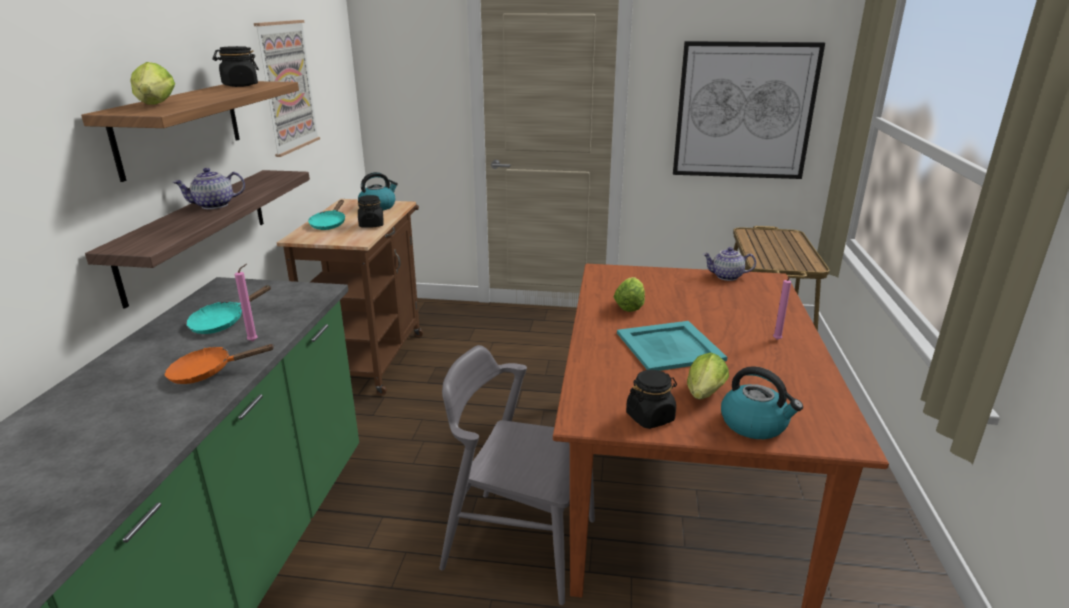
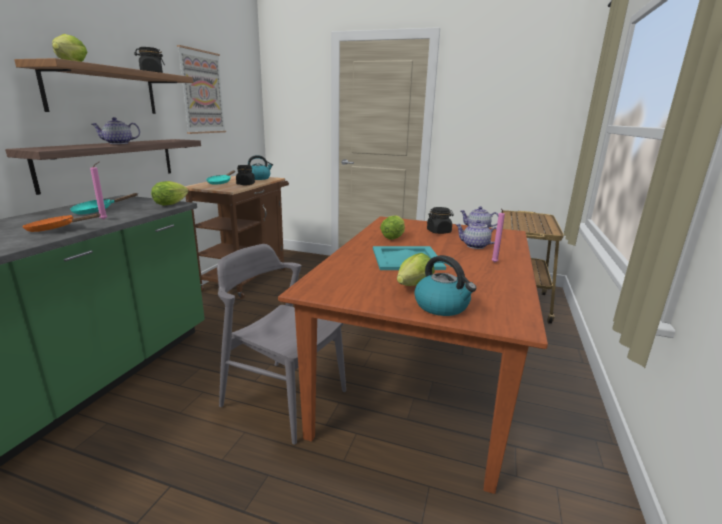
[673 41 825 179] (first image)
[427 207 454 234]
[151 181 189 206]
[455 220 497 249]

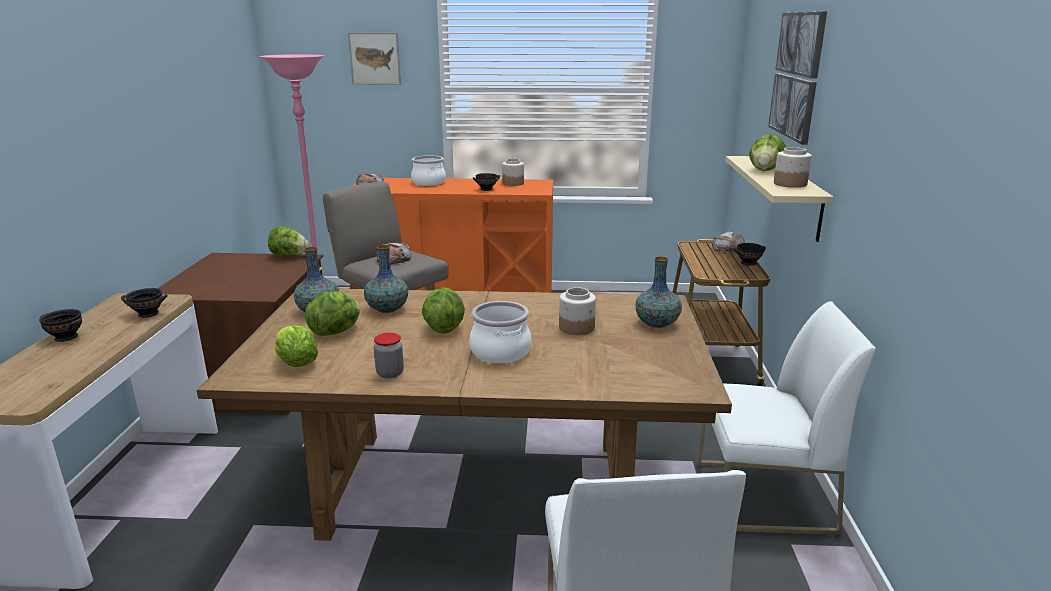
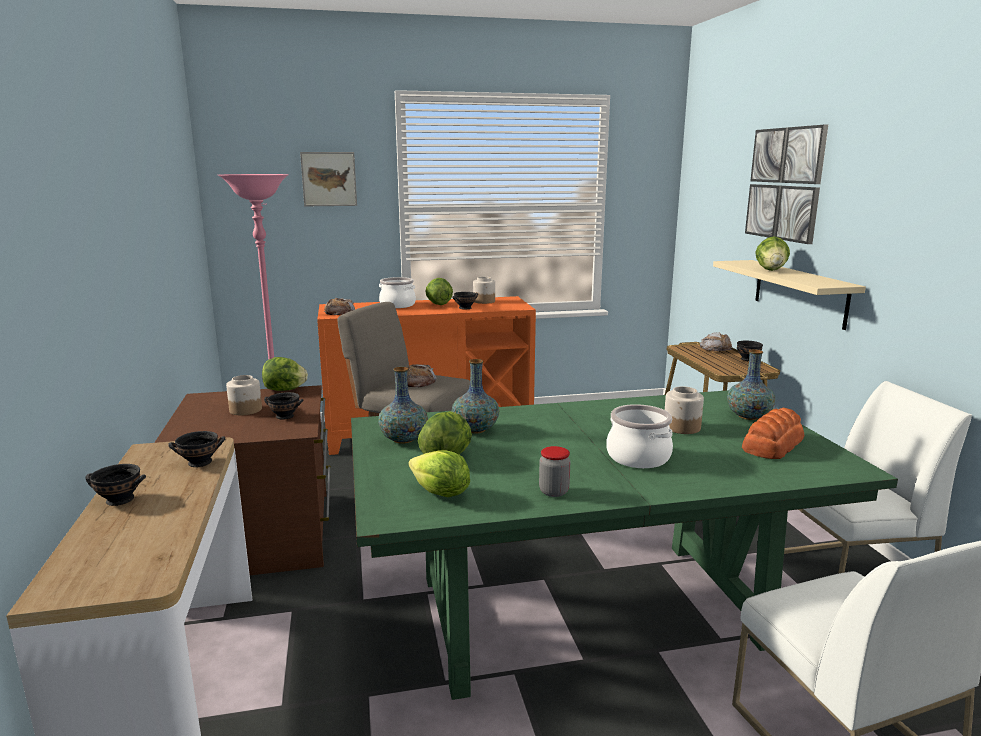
[226 375 262 415]
[425 278 453 305]
[351 390 898 700]
[264 392 304 420]
[742 408 805 459]

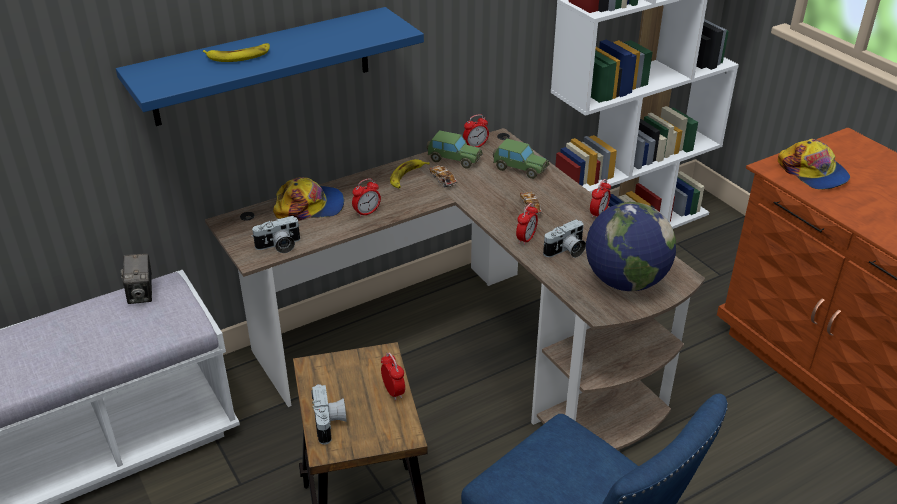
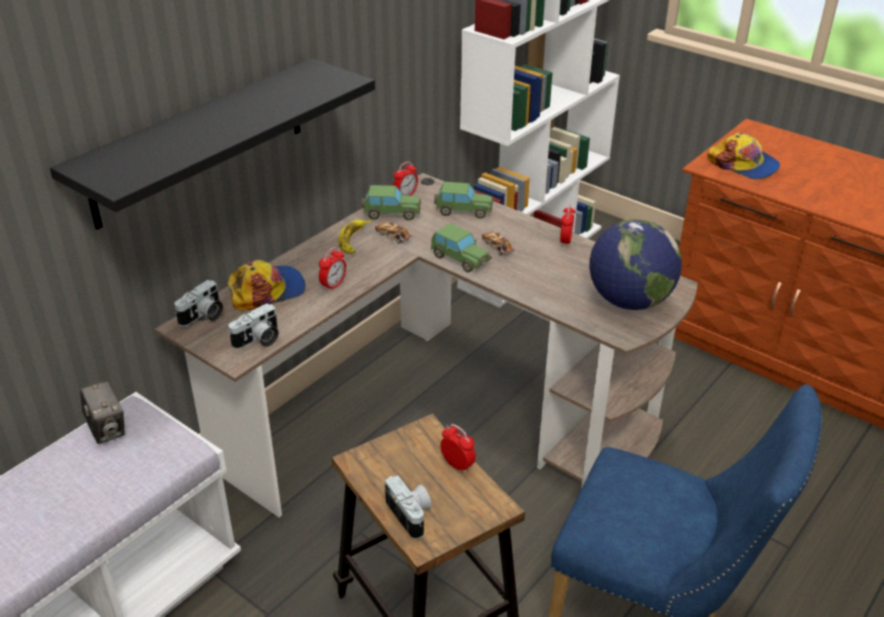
[50 58 375 230]
[203 43 270 62] (first image)
[516 203 538 245] (first image)
[174 280 223 327]
[431 223 492 273]

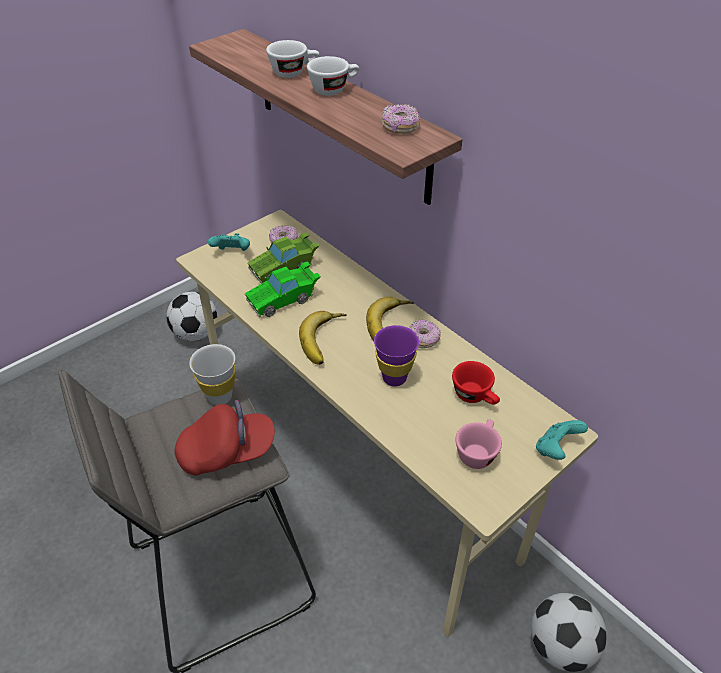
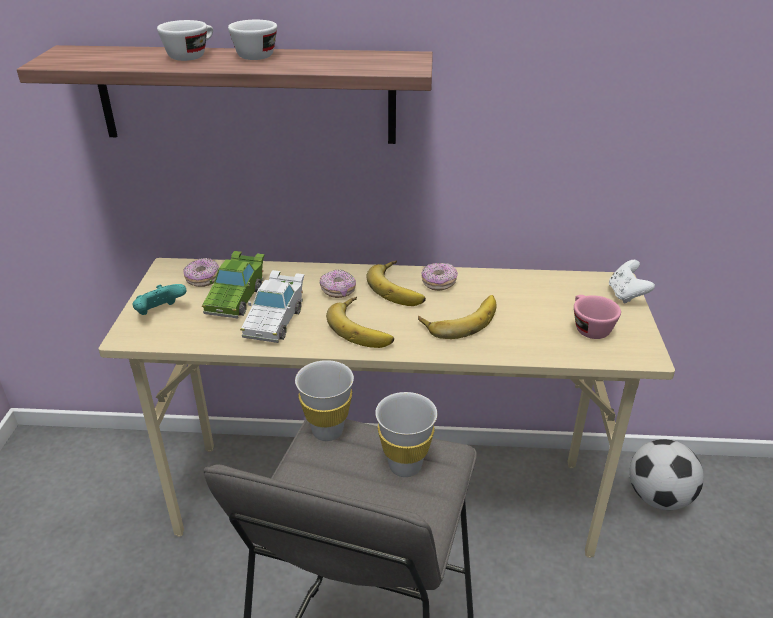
[320 270 356 298]
[240 270 305 343]
[166 292 217 341] (first image)
[418 295 497 339]
[452 361 500 405] (first image)
[375 392 437 477]
[609 260 655 304]

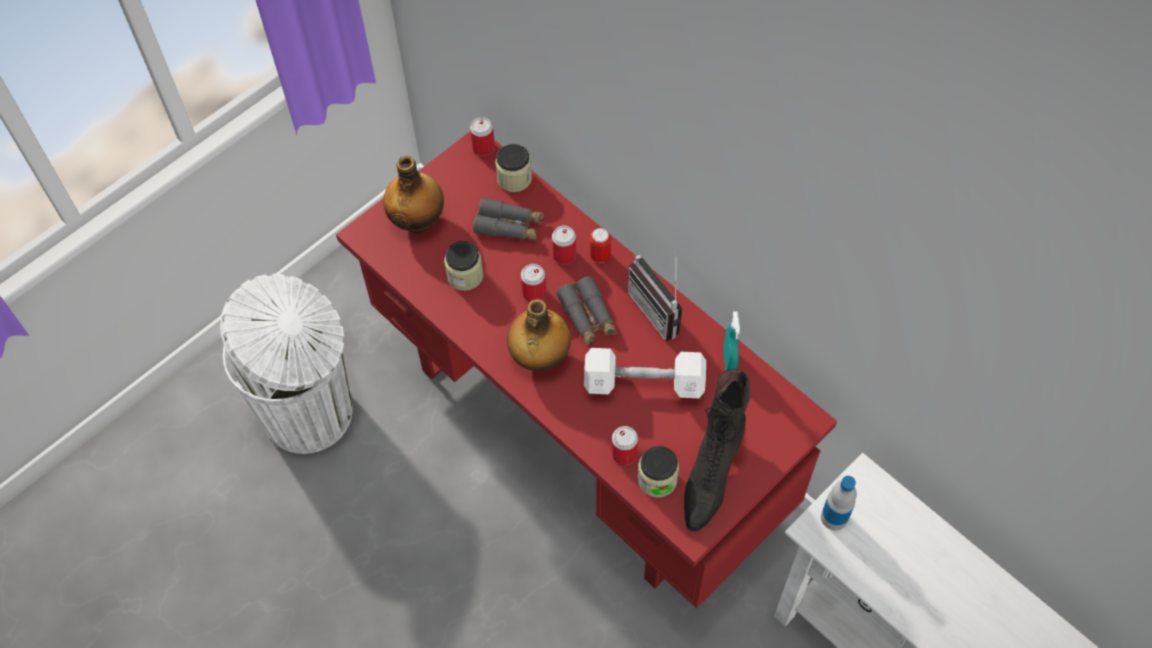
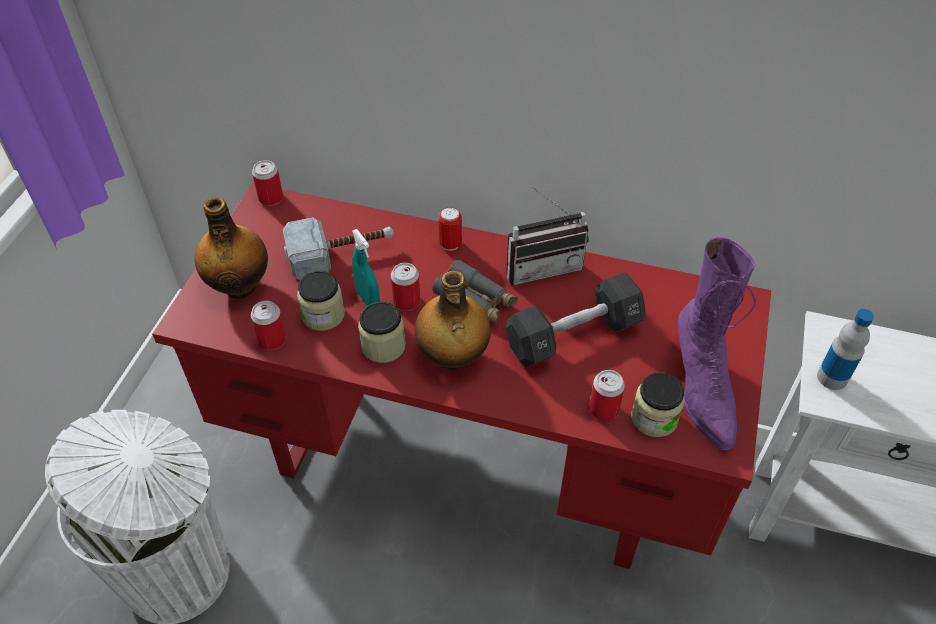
[358 302 405 363]
[283 218 394 280]
[251 301 287 350]
[506 186 589 285]
[352 229 380 306]
[506 272 645 367]
[678 237 756 450]

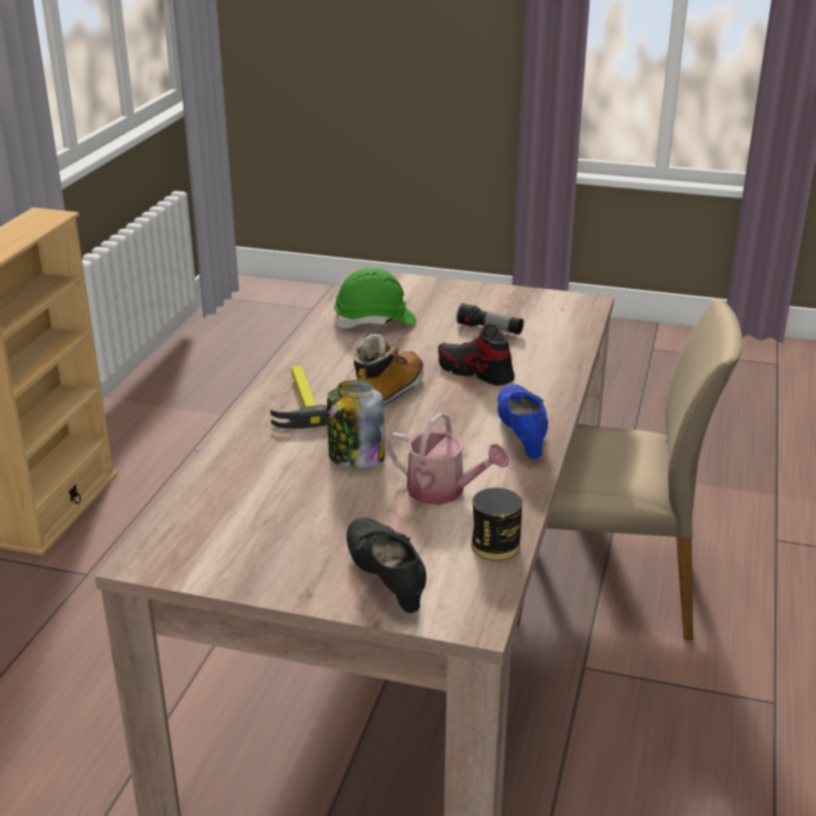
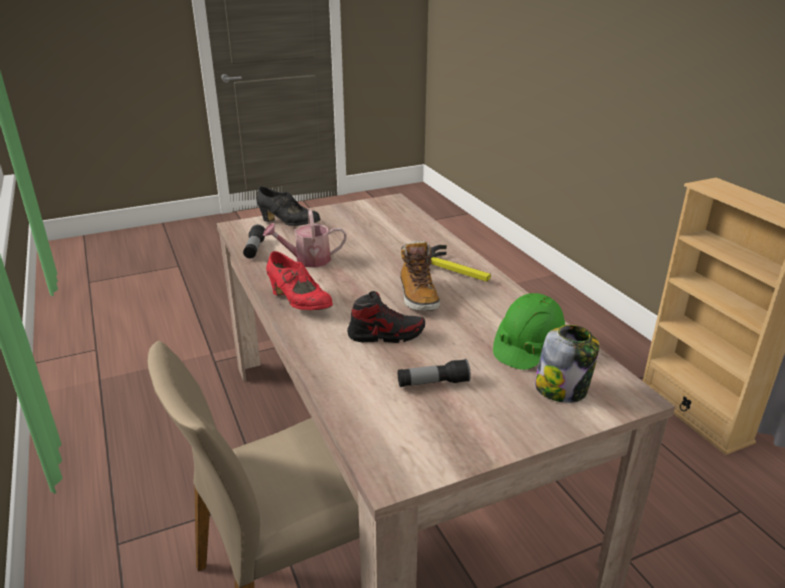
[535 325 600 403]
[266 251 333 310]
[243 225 265 258]

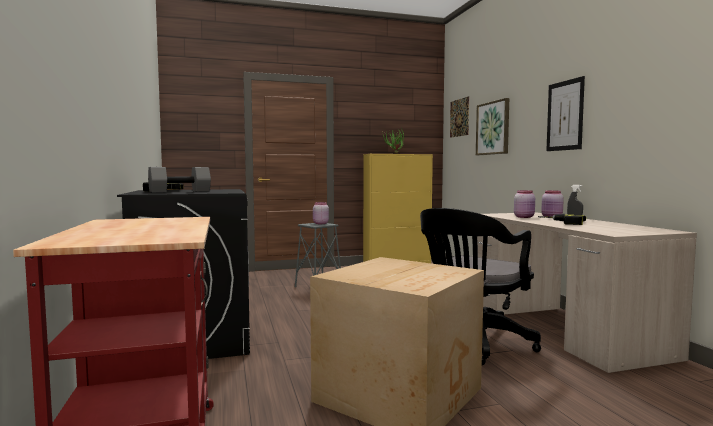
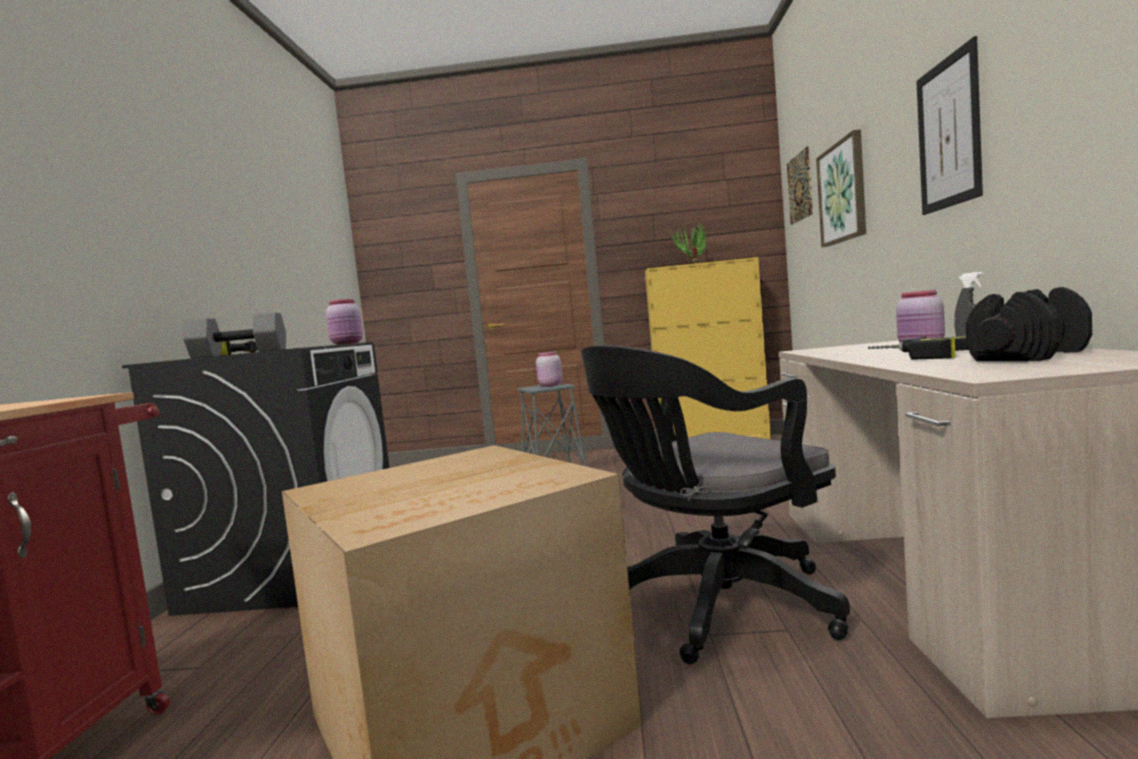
[326 299 363 345]
[966 287 1092 361]

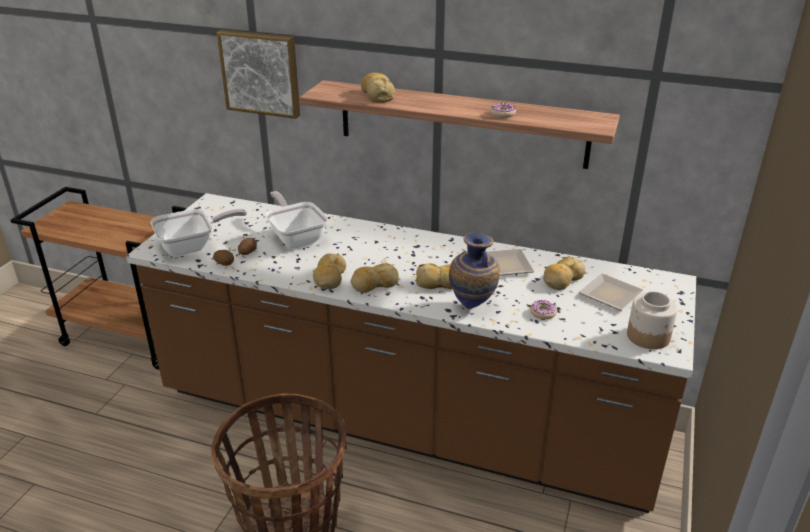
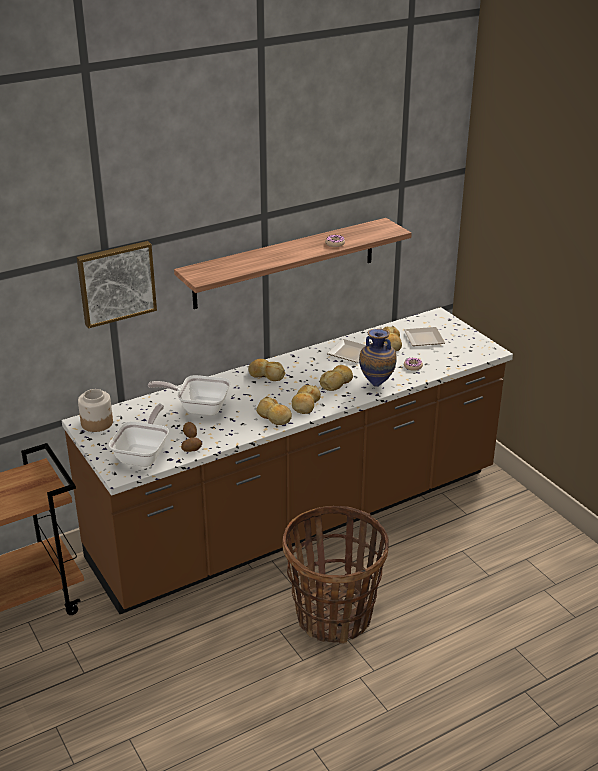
[248 359 285 381]
[78 389 113 432]

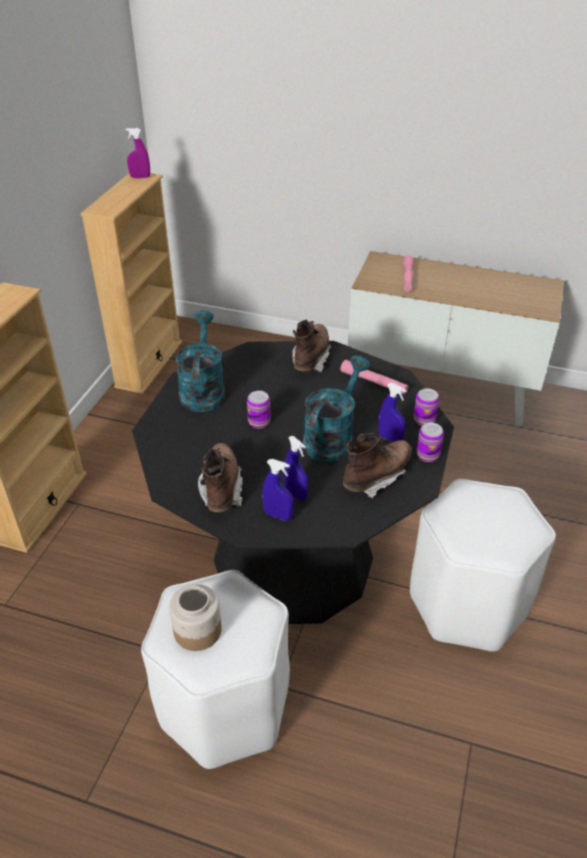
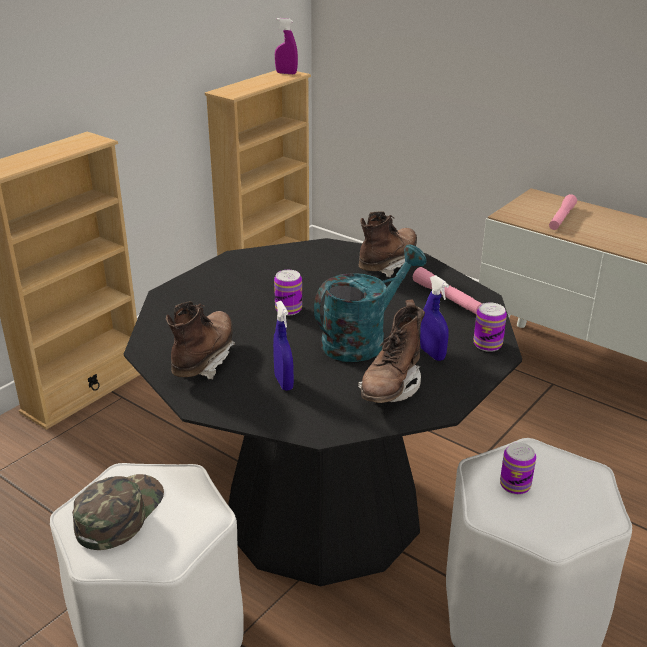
[176 310 225 412] (first image)
[500 442 536 495]
[358 300 425 403]
[262 459 294 521] (first image)
[72 474 164 550]

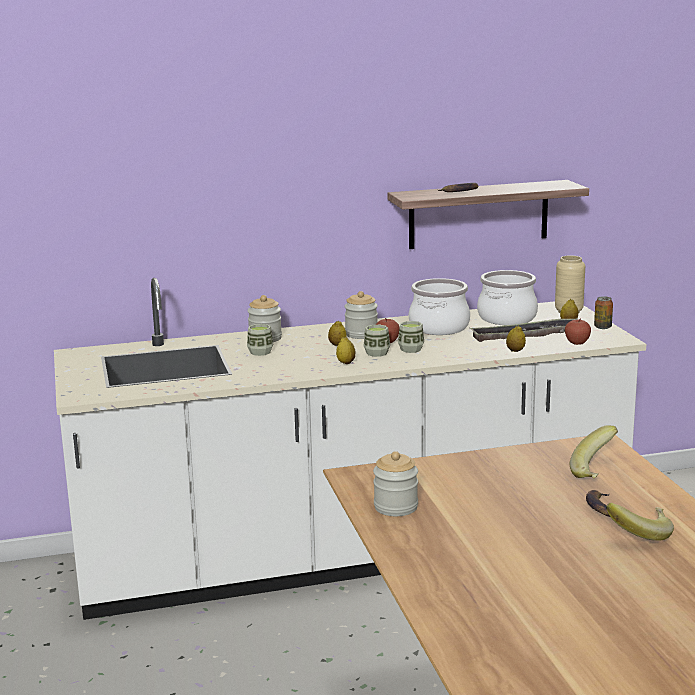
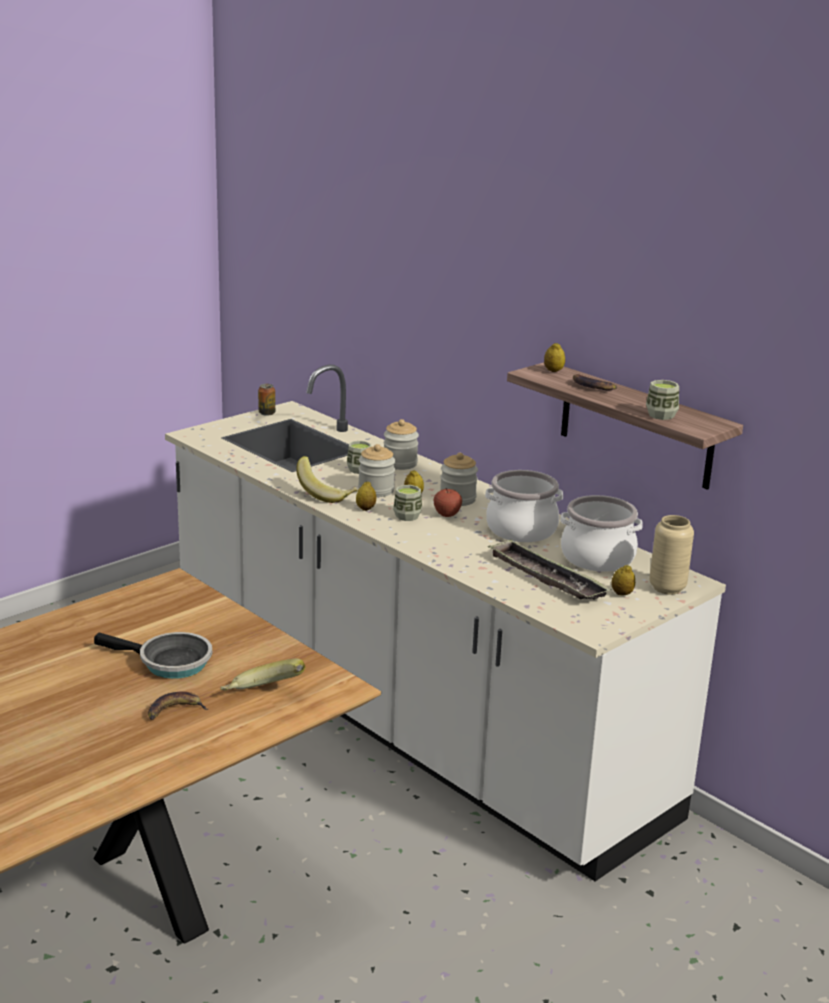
[258 384 275 416]
[565 318 591 345] (first image)
[646 380 679 420]
[544 343 565 372]
[358 444 395 497]
[296 456 358 503]
[94 632 212 679]

